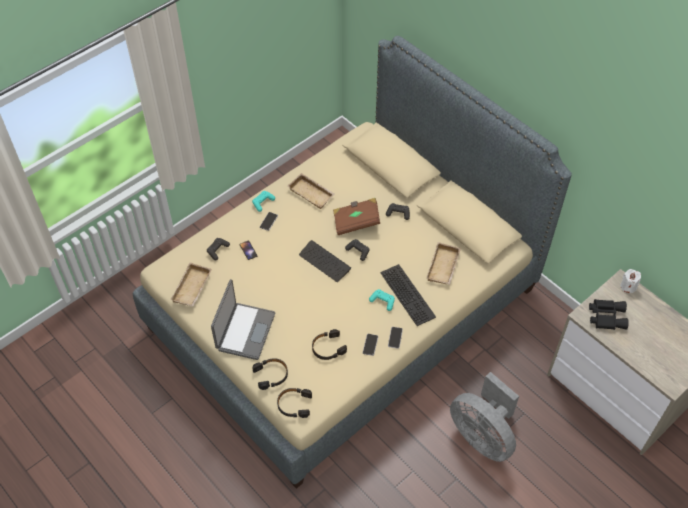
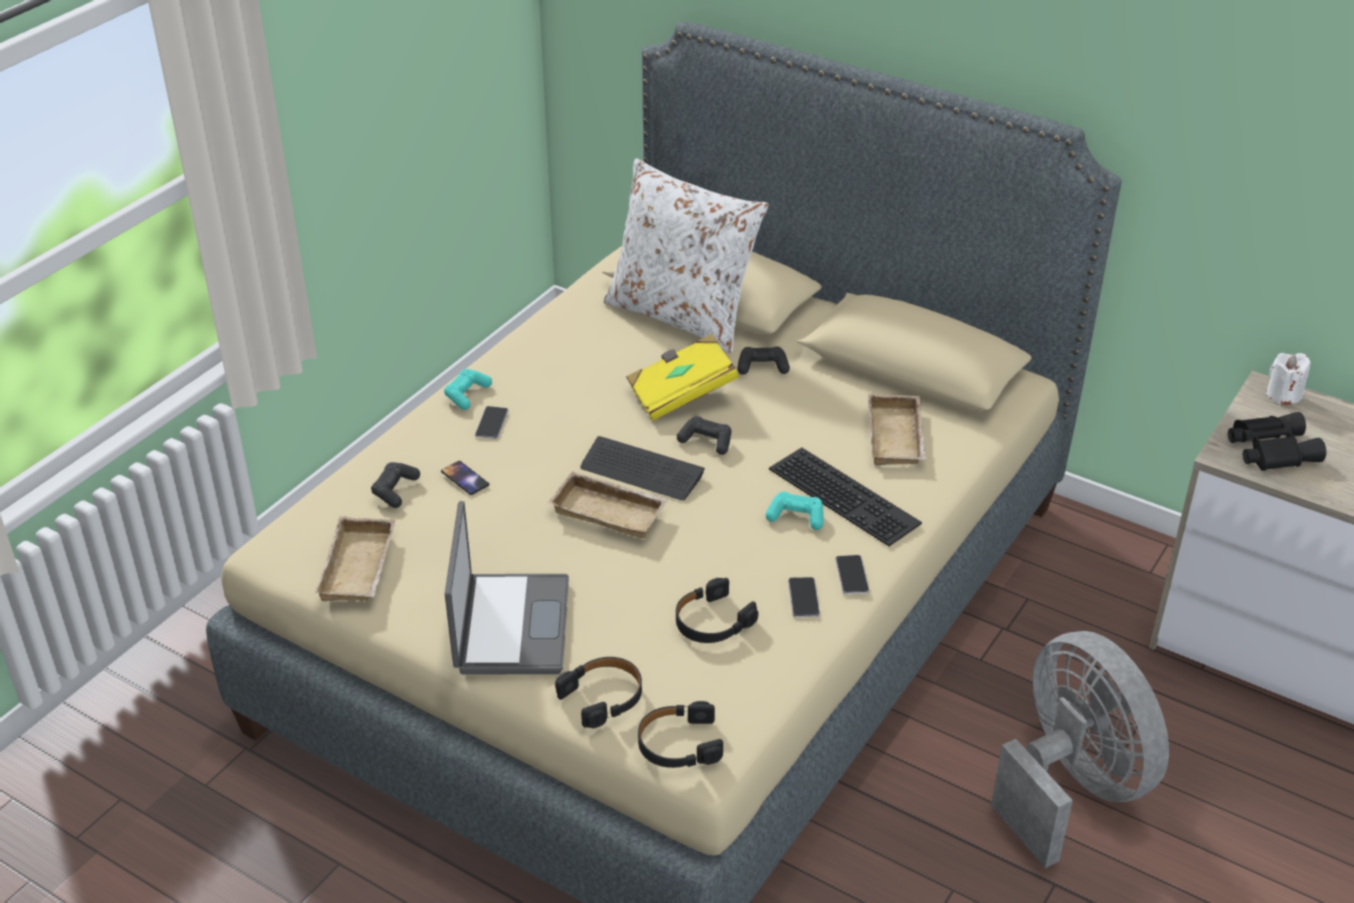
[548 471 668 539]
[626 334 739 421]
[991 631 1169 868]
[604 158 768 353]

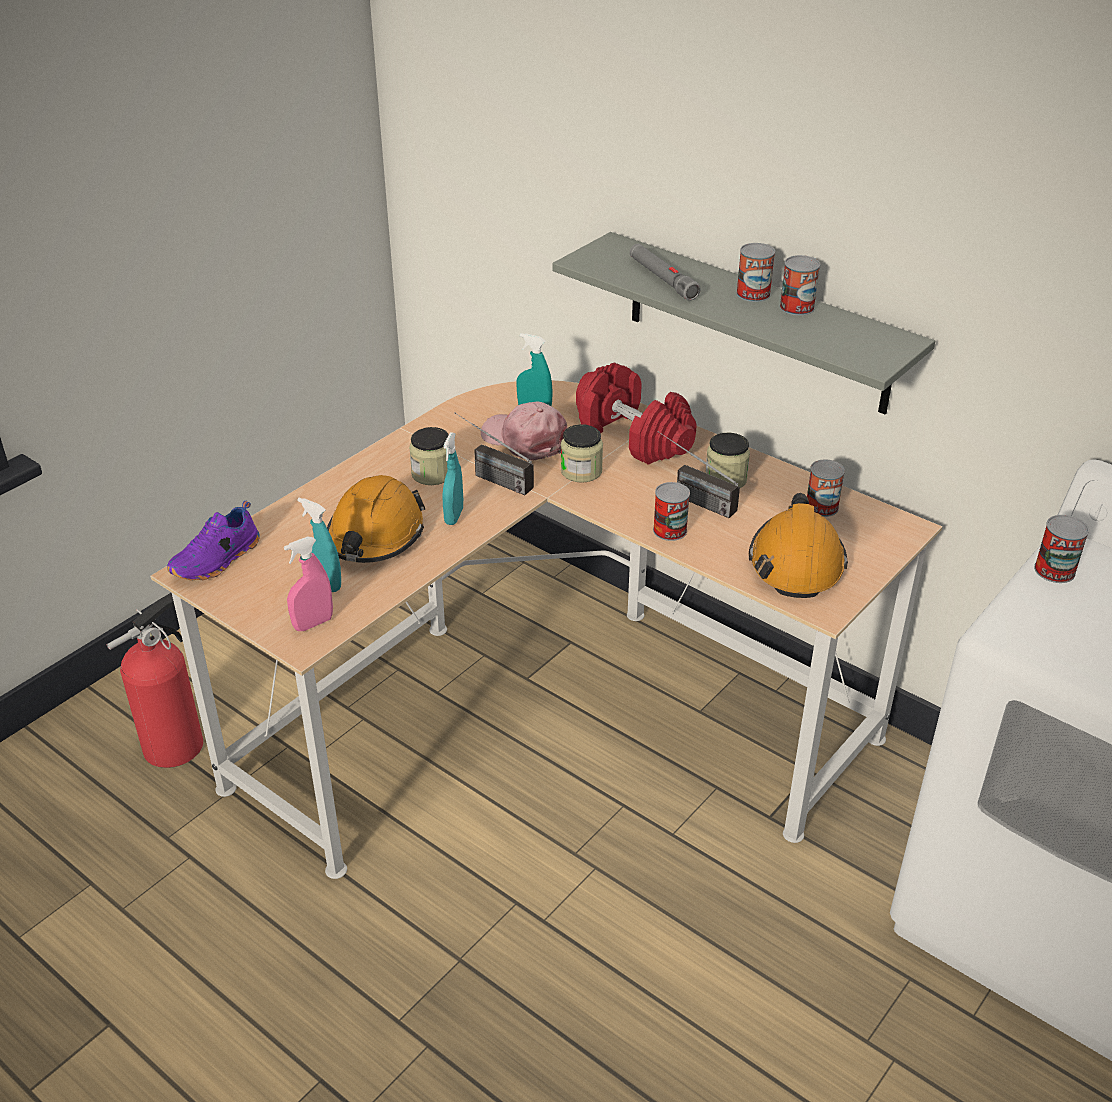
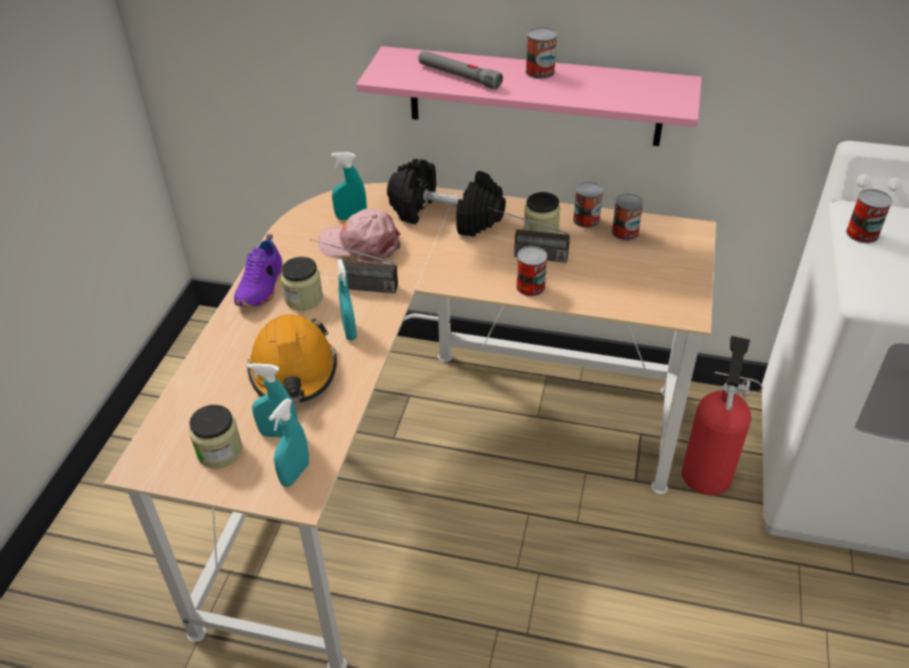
[356 46 702 146]
[573 182 603 228]
[387 159 506 237]
[189 405 243 469]
[748 493 848 598] (first image)
[234 234 283 307]
[269 398 309 487]
[682 336 763 495]

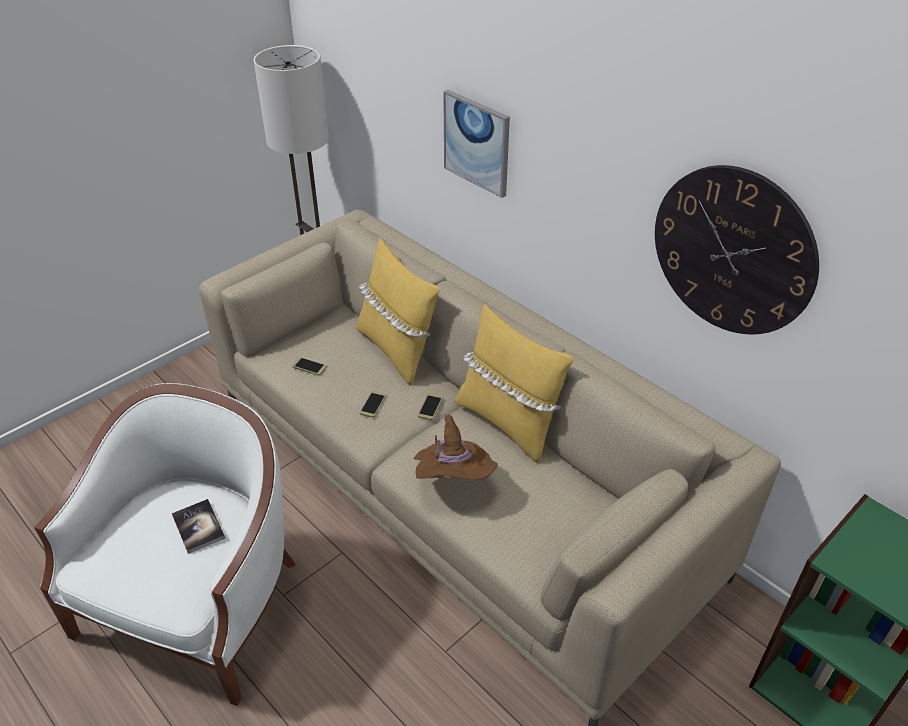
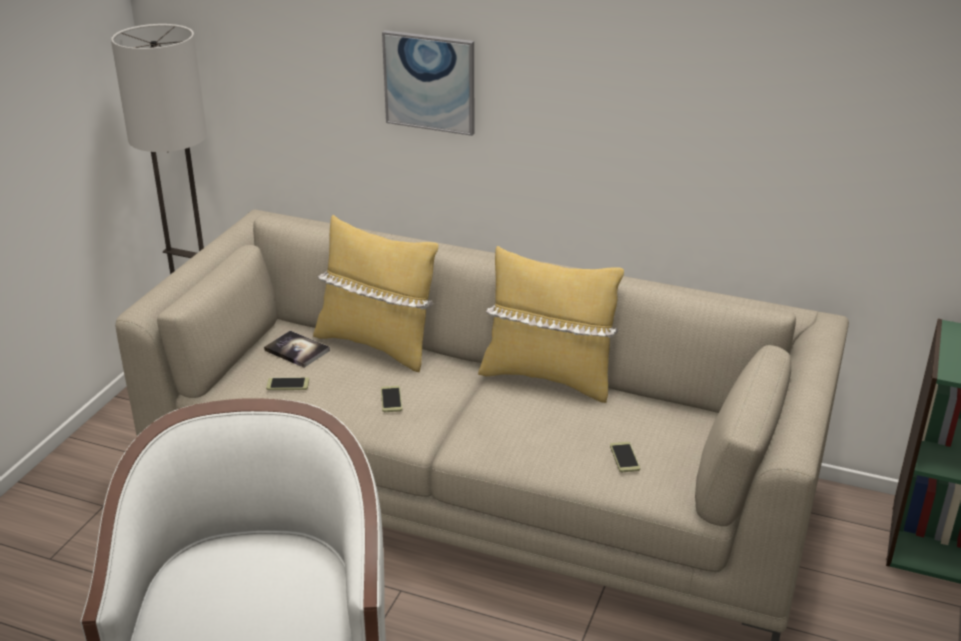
[655 165 819 334] (first image)
[610 442 640 472]
[414 414 498 480] (first image)
[264 331 330 368]

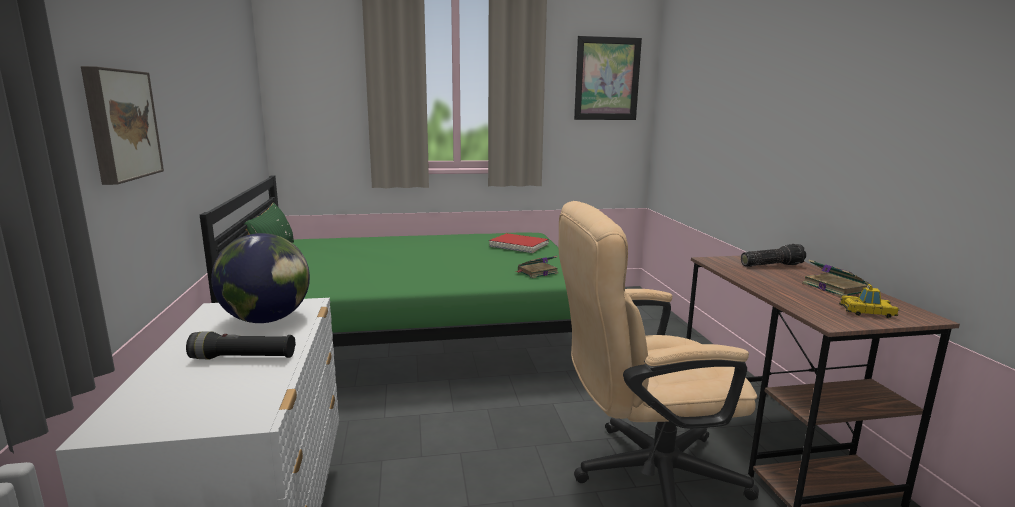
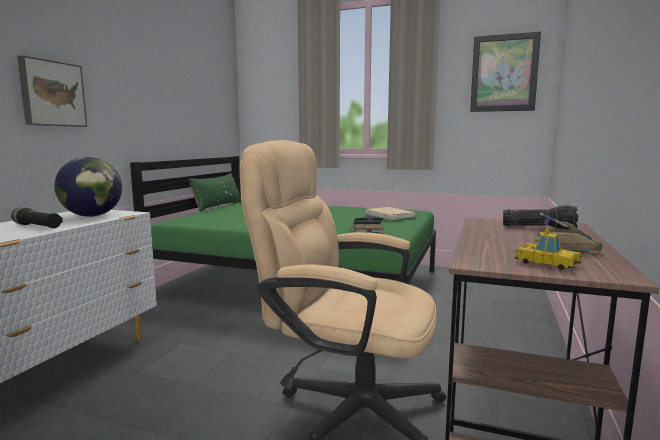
[365 207 416 221]

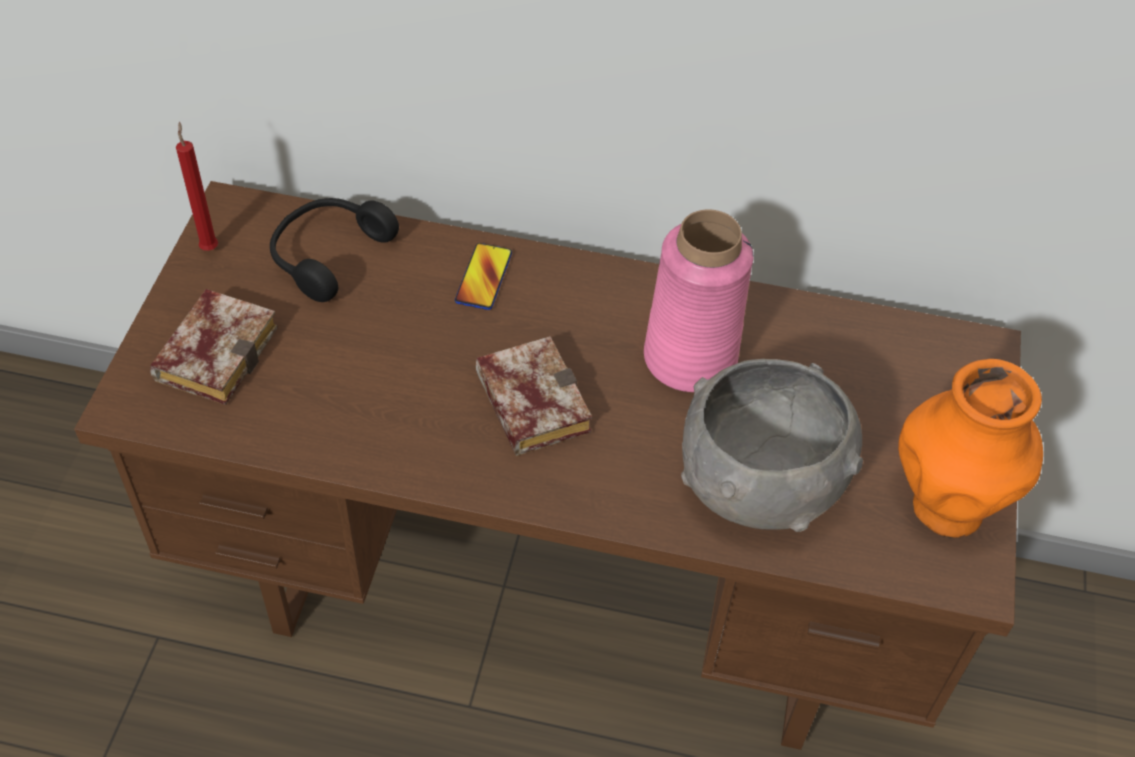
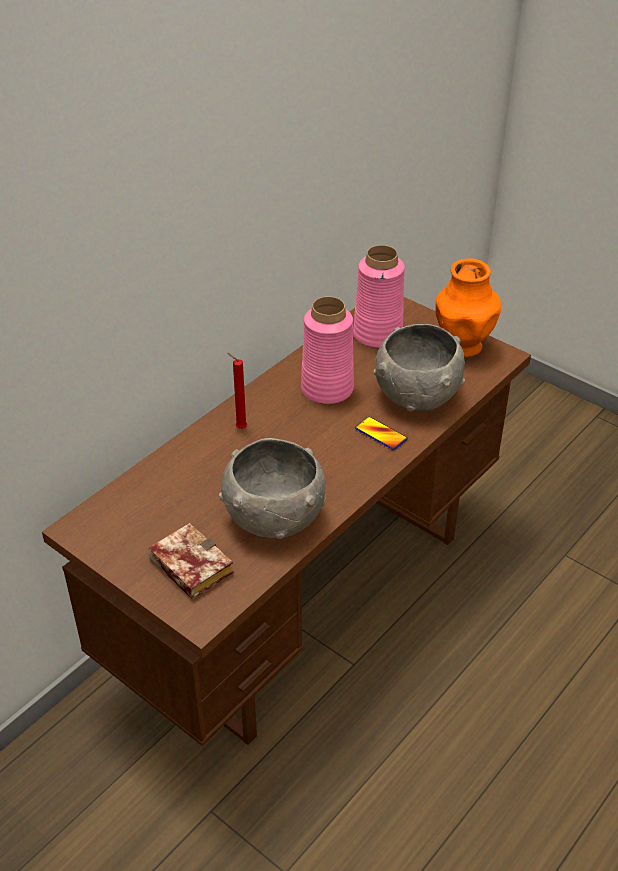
[228 353 247 429]
[270 198 399 302] (first image)
[355 417 407 450]
[476 336 592 456] (first image)
[353 245 405 348]
[219 438 326 539]

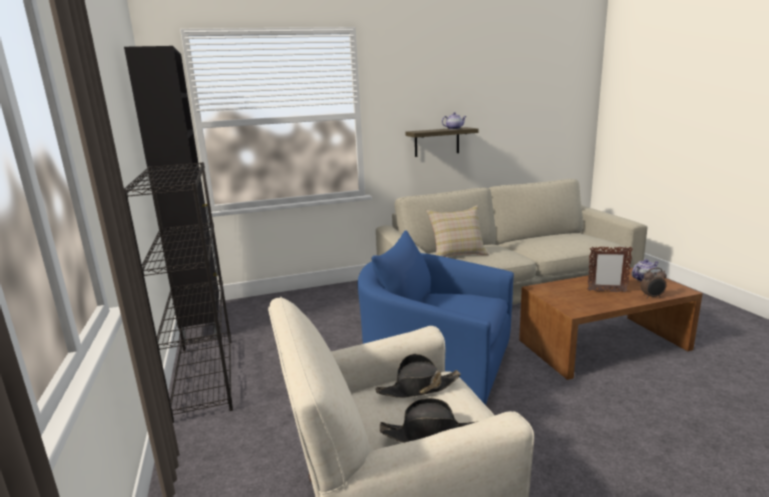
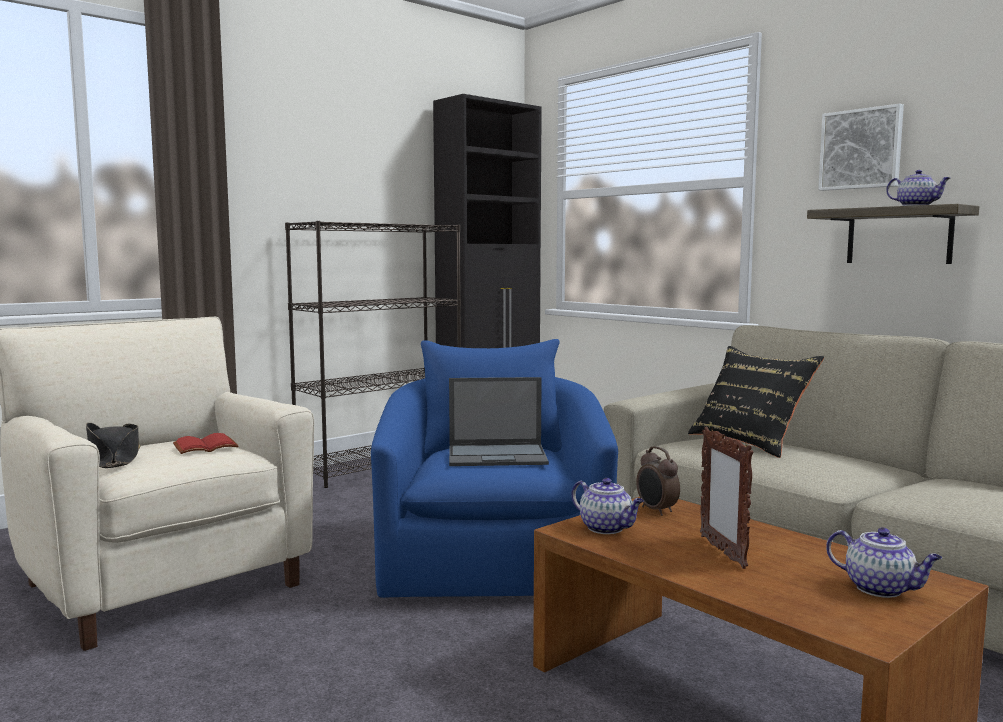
[688 346 824 458]
[636 446 680 516]
[173 433 238 454]
[818 104 904 191]
[449 377 549 466]
[572 478 644 534]

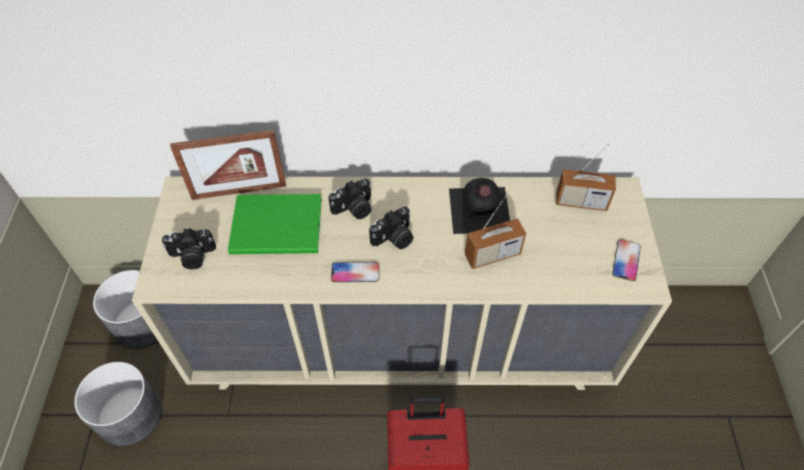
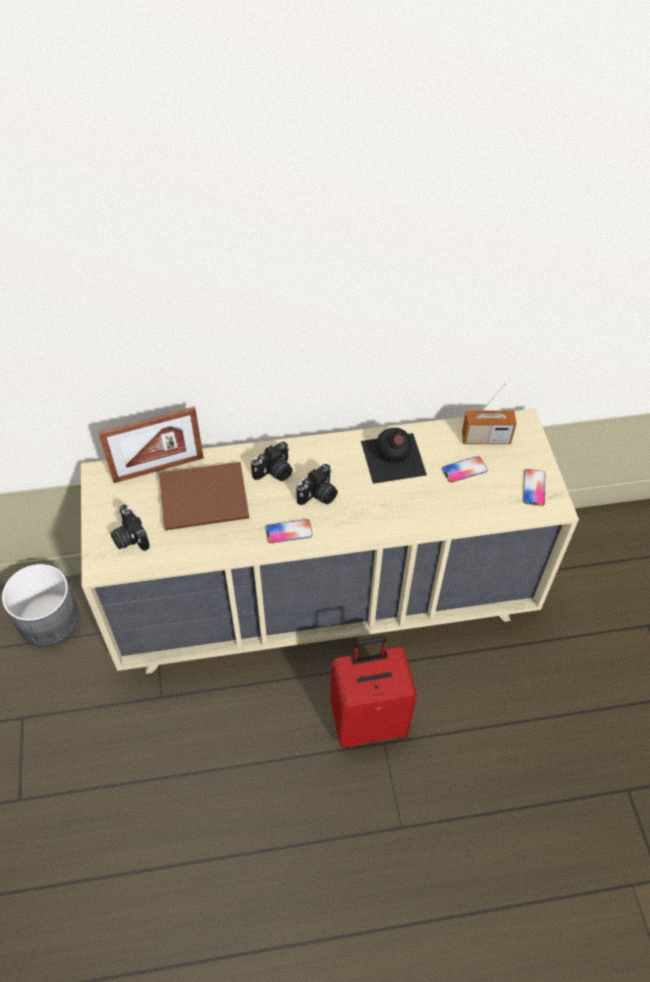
[159 462 249 530]
[465 194 526 269] (first image)
[110 504 150 551]
[74 362 162 447] (first image)
[442 456 487 483]

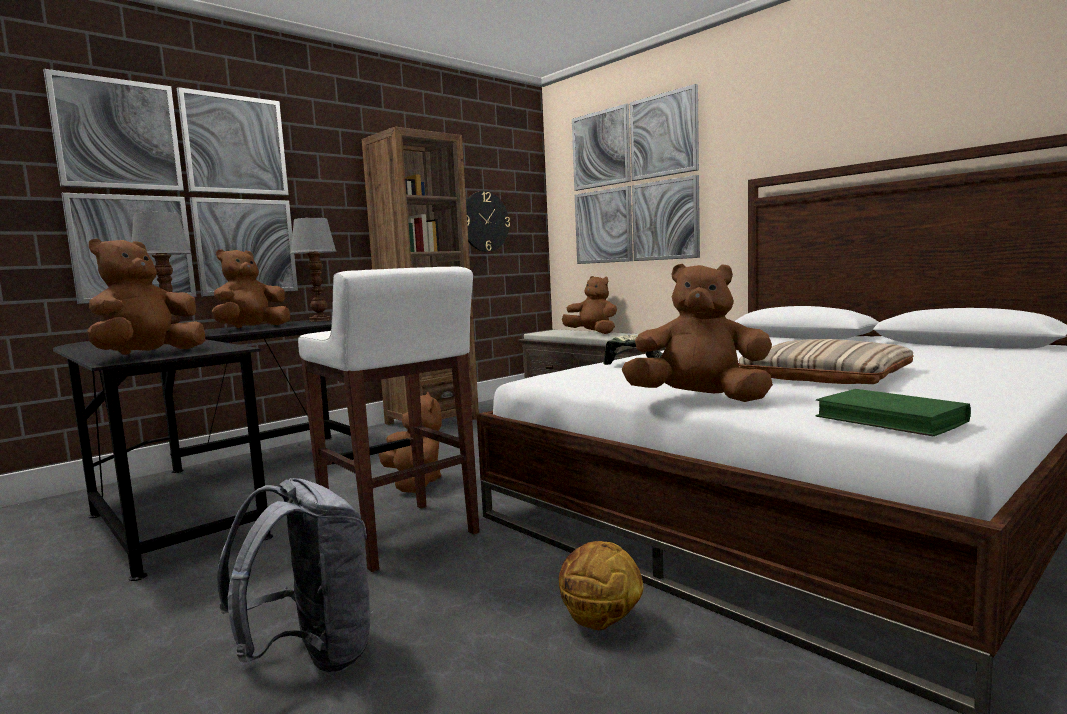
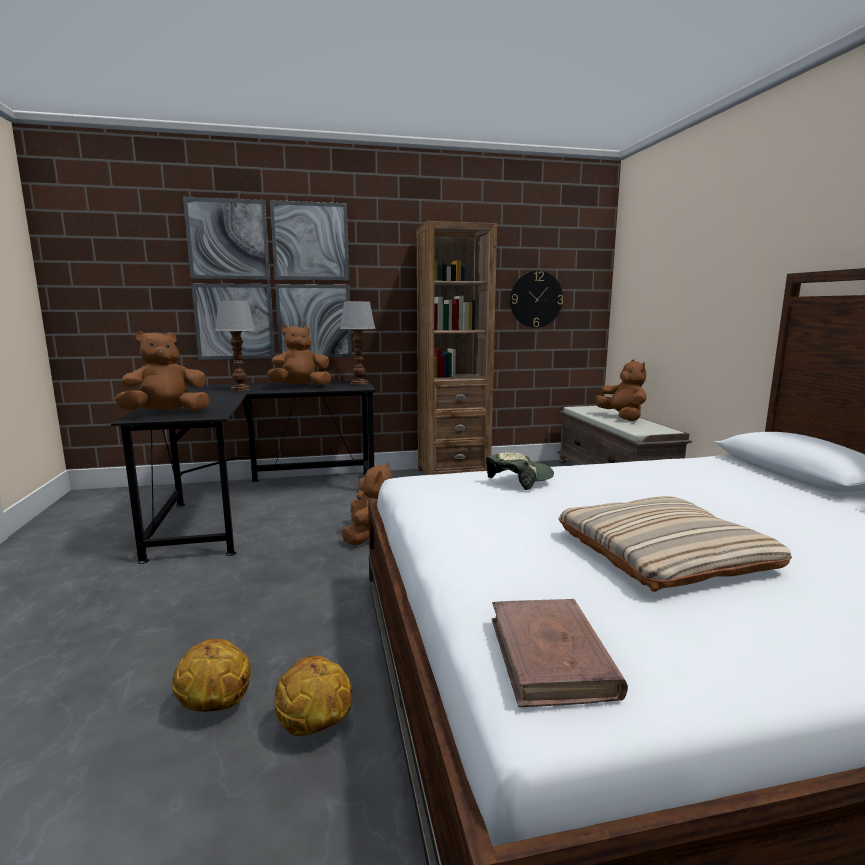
[572 84 700 264] (first image)
[622 264 773 402] (first image)
[298 266 479 572] (first image)
[492 599 628 707]
[217 478 373 673] (first image)
[172 639 251 712]

